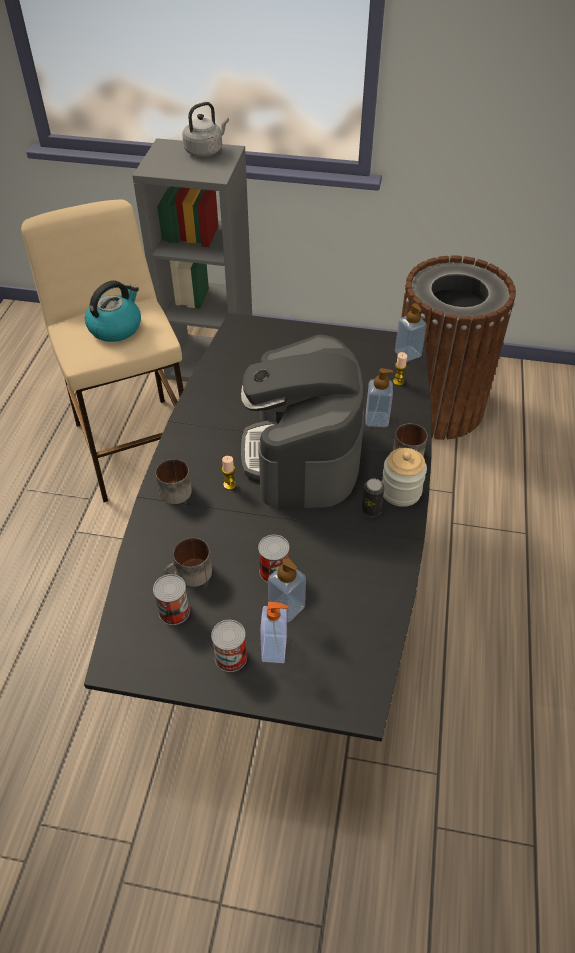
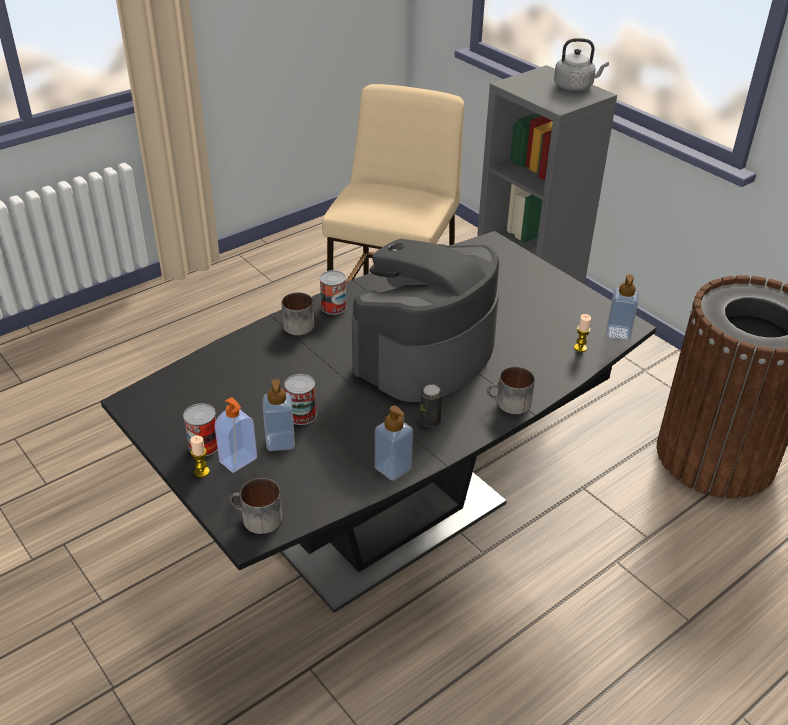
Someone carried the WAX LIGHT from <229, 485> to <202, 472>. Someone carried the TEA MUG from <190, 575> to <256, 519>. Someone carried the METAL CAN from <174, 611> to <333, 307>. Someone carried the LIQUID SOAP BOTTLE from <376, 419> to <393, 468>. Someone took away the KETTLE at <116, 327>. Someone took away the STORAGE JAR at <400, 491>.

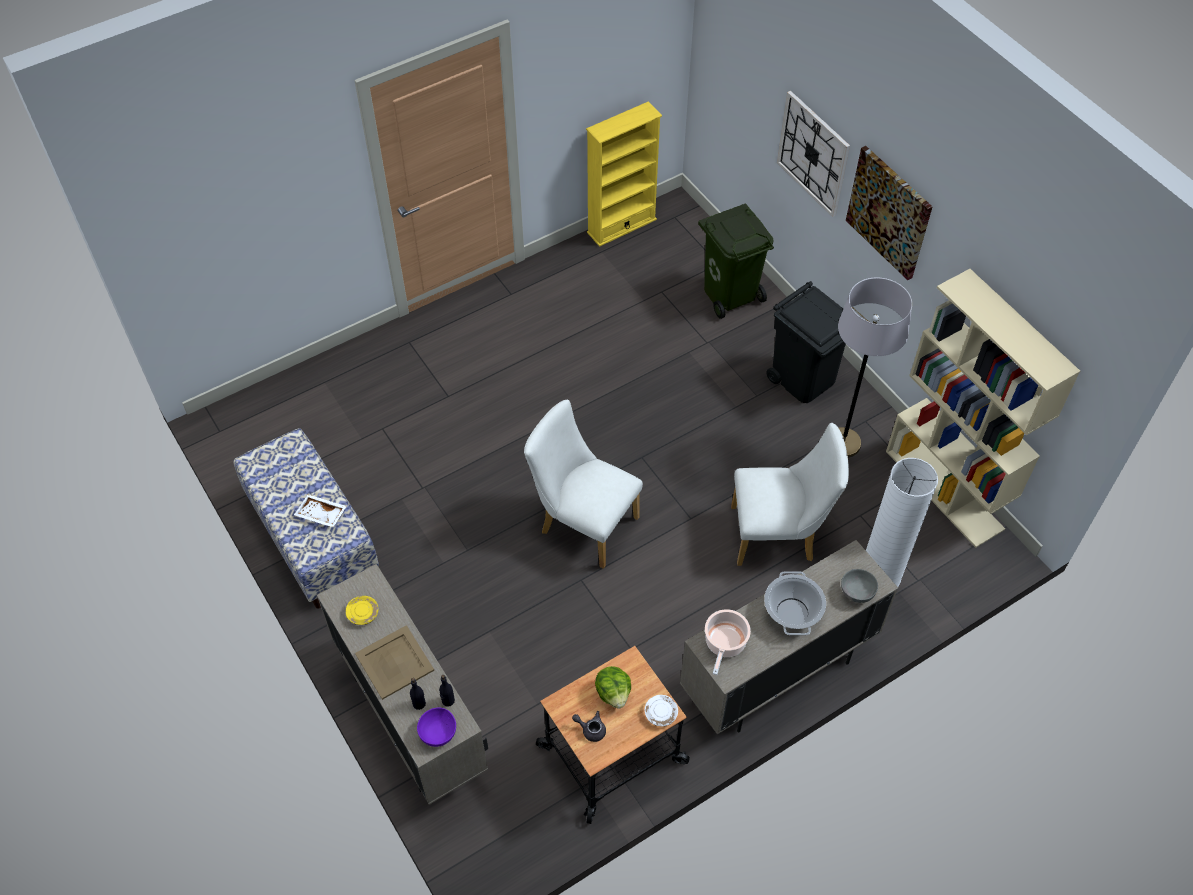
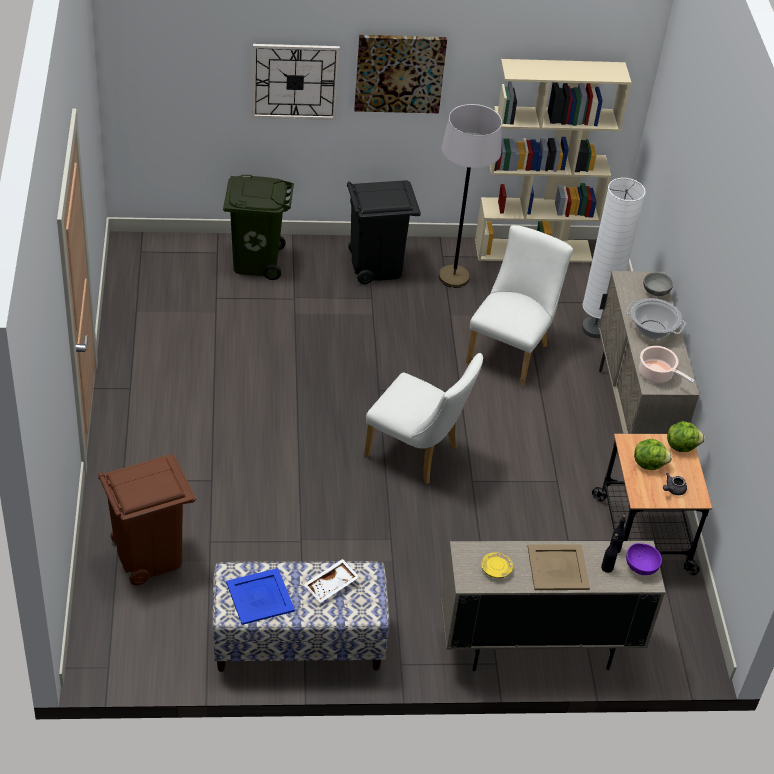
Someone put down the BROWN TRASH CAN at <149, 555>. Someone put down the BLUISH TRAY at <259, 596>. Someone rotated the WHITISH PLAIN CHAIR at <583, 523> by 120 degrees counterclockwise. Someone swapped the WHITISH FLAT DISH at <661, 713> for the LETTUCE at <681, 445>. Someone took away the YELLOW-COLOURED BOOKSHELF at <621, 226>.

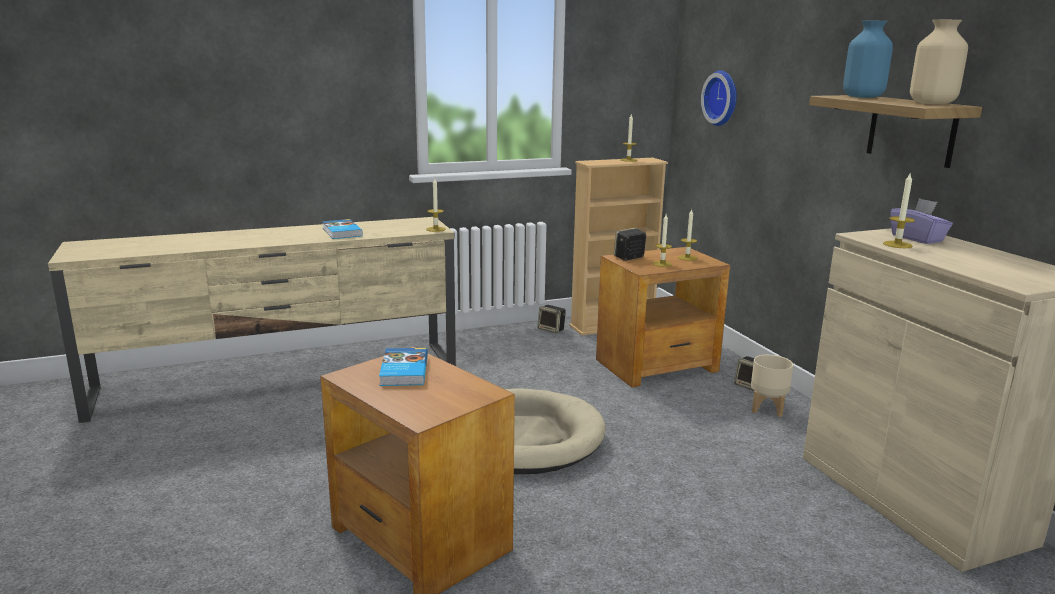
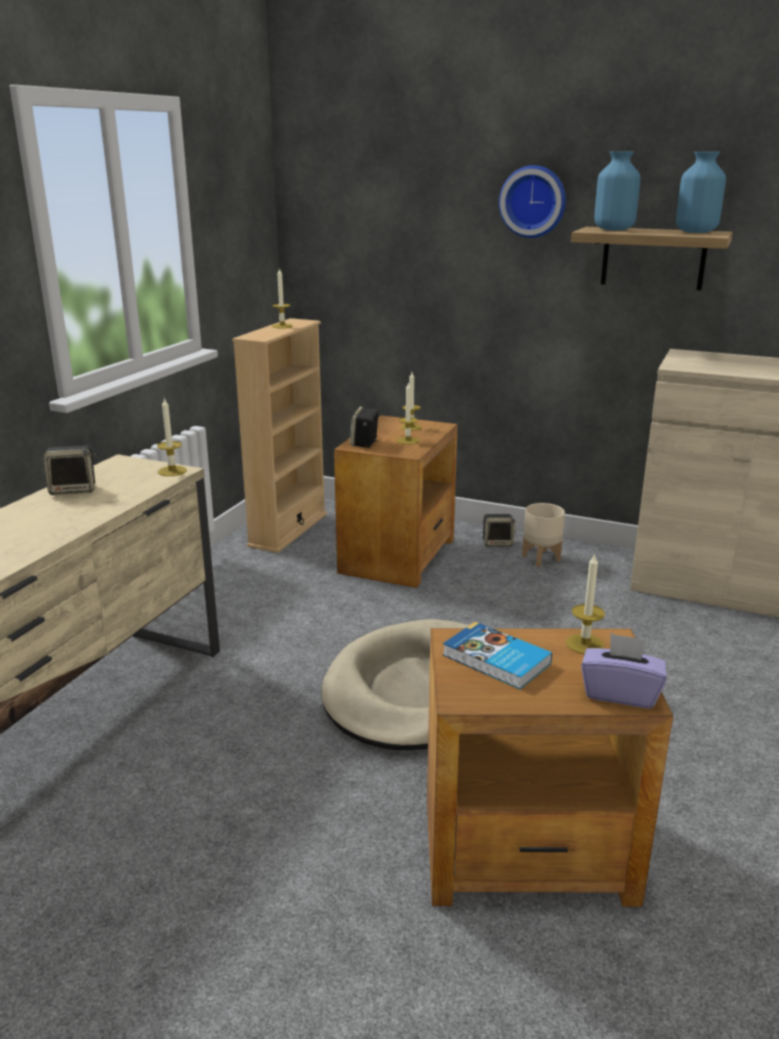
Someone carried the SPEAKER from <552, 329> to <74, 490>. Someone carried the CLOCK ON THE WALL from <723, 98> to <533, 201>. Someone carried the WAX LIGHT from <897, 244> to <584, 644>. Someone carried the PURPLE TISSUE BOX from <917, 238> to <620, 693>. Someone repainted the BEIGE VASE at <932, 103>, which became the BLUISH VASE at <695, 232>. Someone took away the BOUND BOOK at <341, 232>.

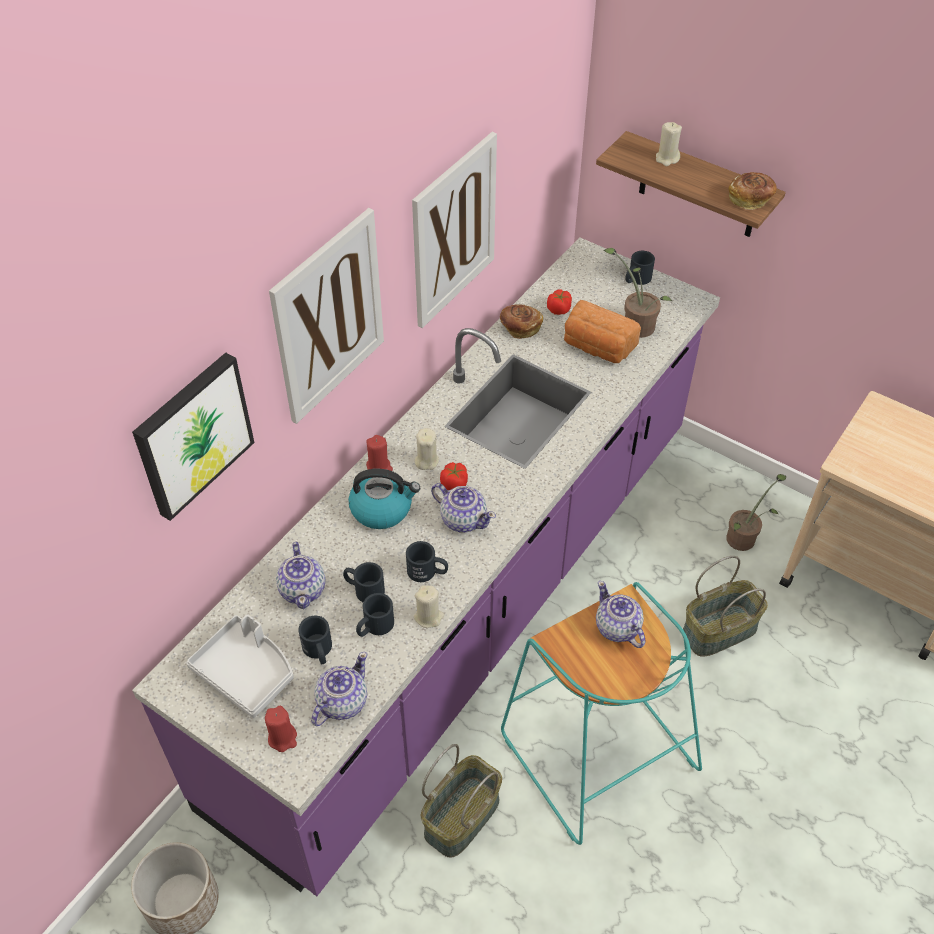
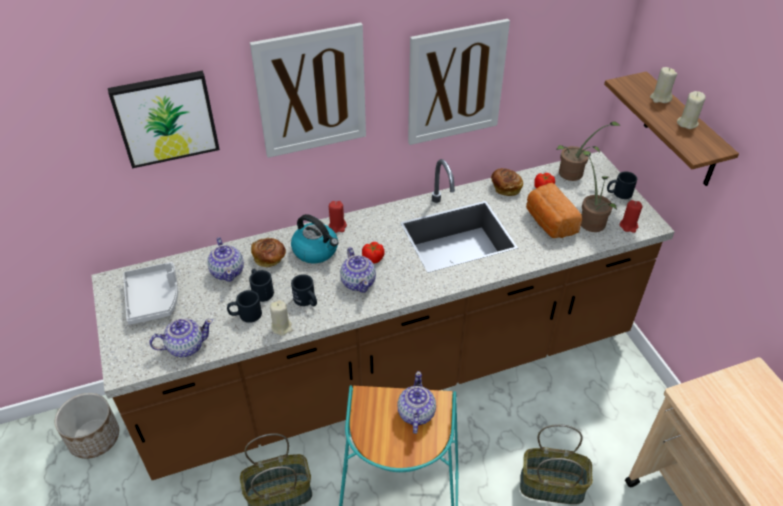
Someone repainted the PURPLE KITCHEN BASE UNIT at <467, 606>, which became the BROWN KITCHEN BASE UNIT at <391, 369>. Someone rotated the TEAPOT at <303, 589> by 45 degrees counterclockwise. Someone carried the BAKED BREAD from <750, 199> to <270, 258>. Someone carried the HOUSEPLANT from <744, 537> to <574, 173>. Someone carried the RED WAX LIGHT from <283, 738> to <628, 226>. Someone carried the BEIGE WAX LIGHT from <426, 461> to <687, 123>. Someone took away the BLACKISH TEA MUG at <319, 651>.

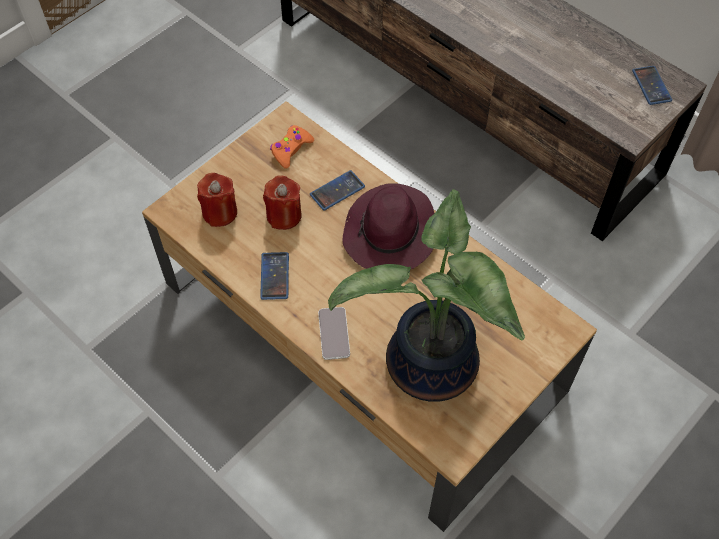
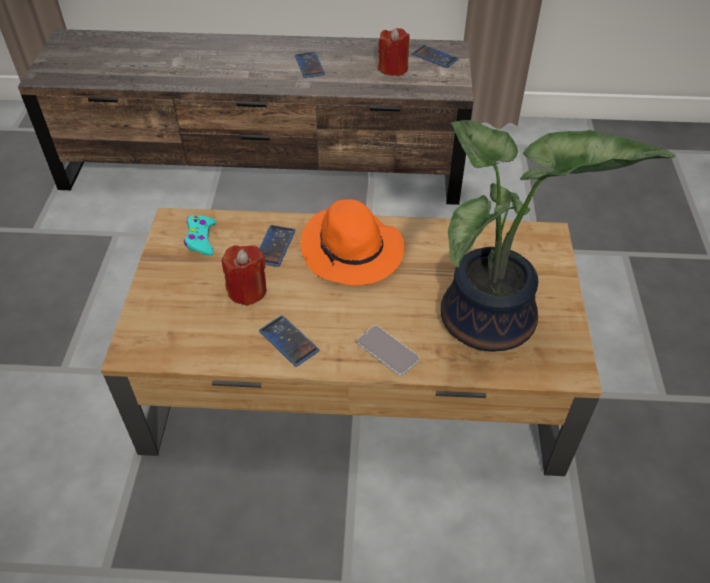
Someone repainted the ORANGE GAMEPAD at <291, 150>, which became the TURQUOISE-COLOURED GAMEPAD at <201, 239>. Someone put down the HANDSET at <309, 65>. Someone repainted the PURPLE CLOTHING HAT at <390, 234>, which became the ORANGE CLOTHING HAT at <352, 251>. Someone carried the RED WAX LIGHT from <220, 212> to <393, 68>.

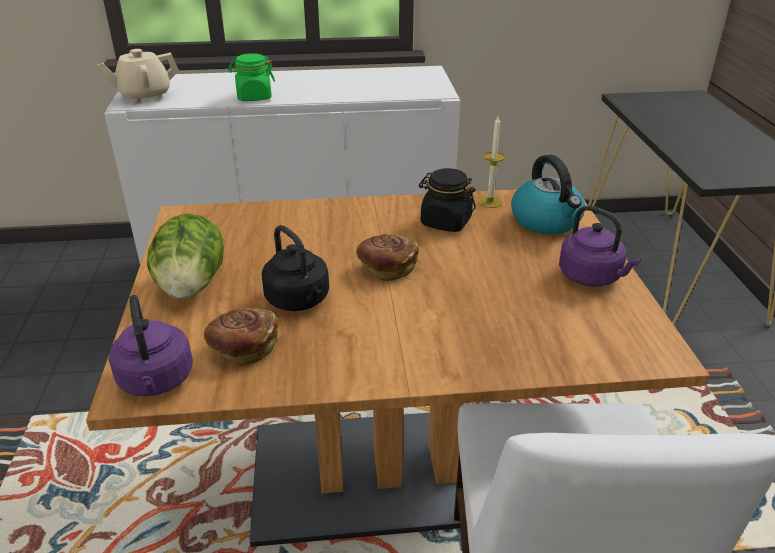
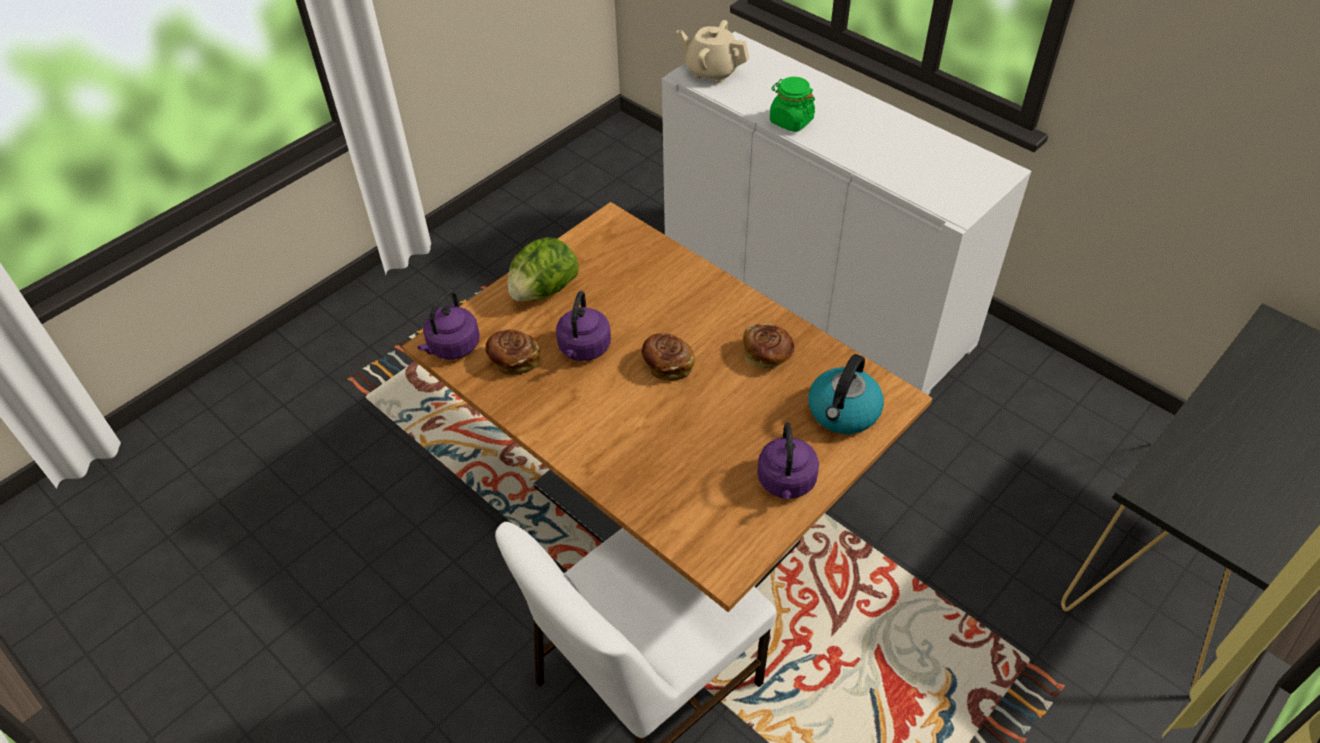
Someone repainted the BLACKISH KETTLE at <299, 301>, which became the PURPLE KETTLE at <583, 349>. Someone swapped the BLACKISH STORAGE JAR at <445, 222> for the BAKED BREAD at <767, 355>. Someone took away the WAX LIGHT at <490, 202>.

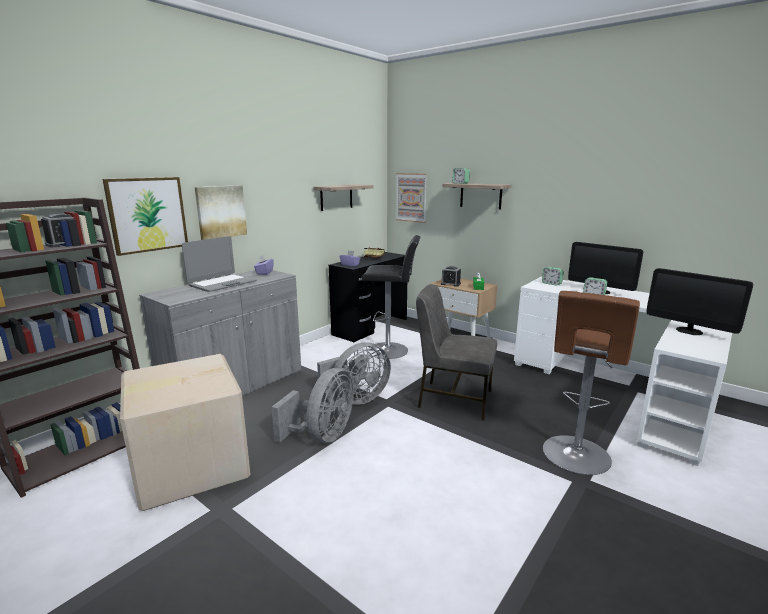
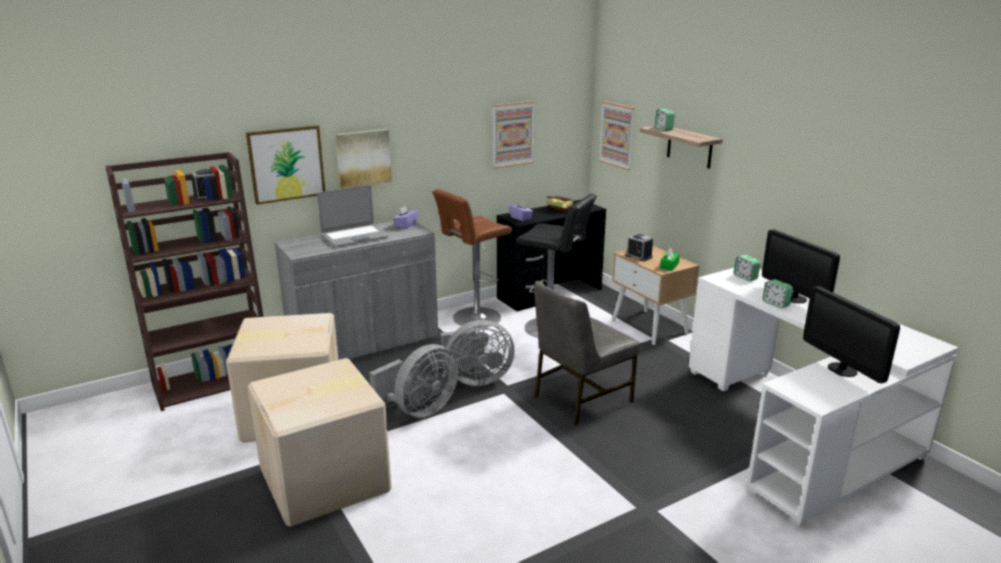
Someone put down the CARTON at <327, 481>. Someone carried the BROWN SITTING STOOL from <575, 457> to <474, 318>. Someone swapped the SHELF at <336, 197> for the PICTURE at <512, 134>. Someone rotated the GRAY PLAIN CHAIR at <453, 399> by 75 degrees counterclockwise.

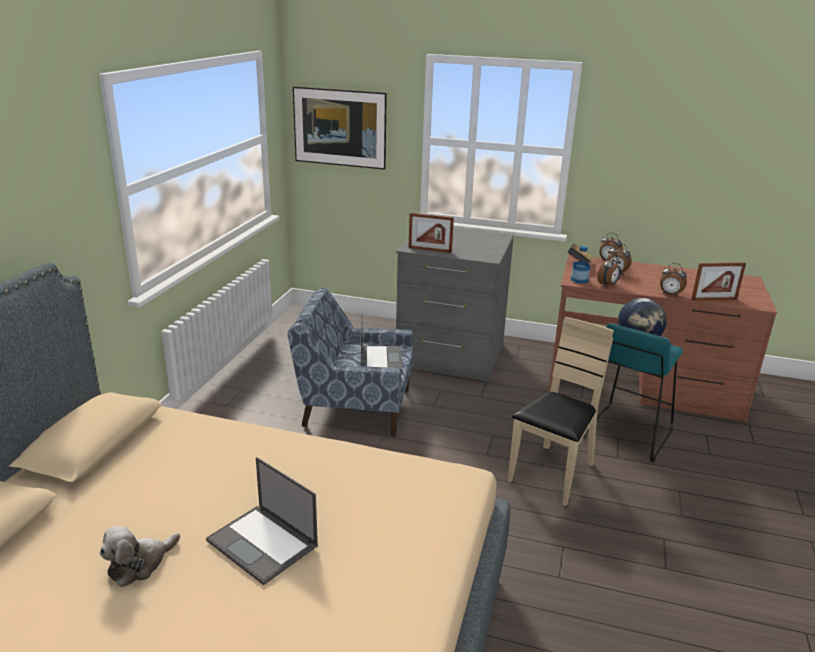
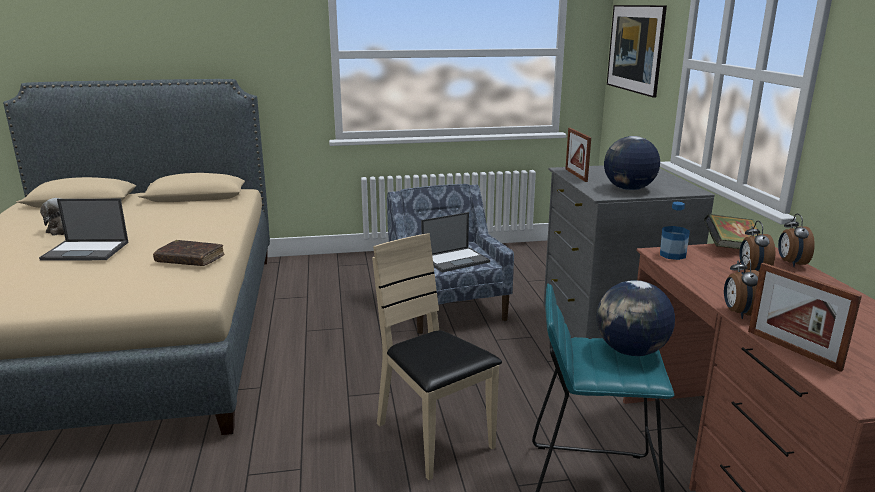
Someone rotated the PORTABLE COMPUTER at <263, 544> by 105 degrees counterclockwise. Someone put down the BROWN BOUND BOOK at <190, 260>. Someone rotated the BEIGE PLAIN CHAIR at <552, 474> by 135 degrees counterclockwise. Someone put down the WORLD GLOBE at <628, 189>. Someone took away the TABLE CLOCK at <608, 285>.

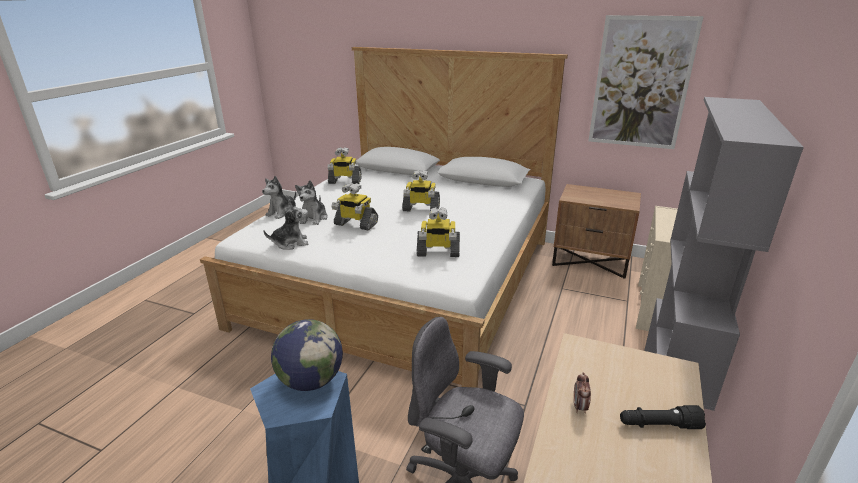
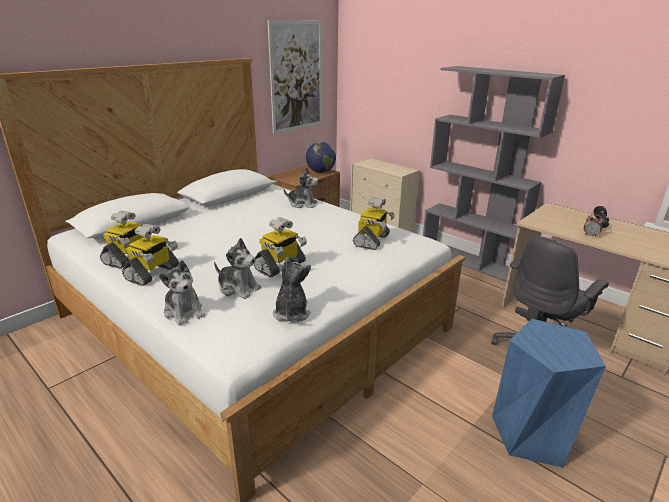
Someone carried the MODEL ROBOT from <421, 209> to <153, 273>. Someone put down the CUDDLY TOY at <302, 204>. Someone carried the WORLD GLOBE from <311, 381> to <320, 172>.

